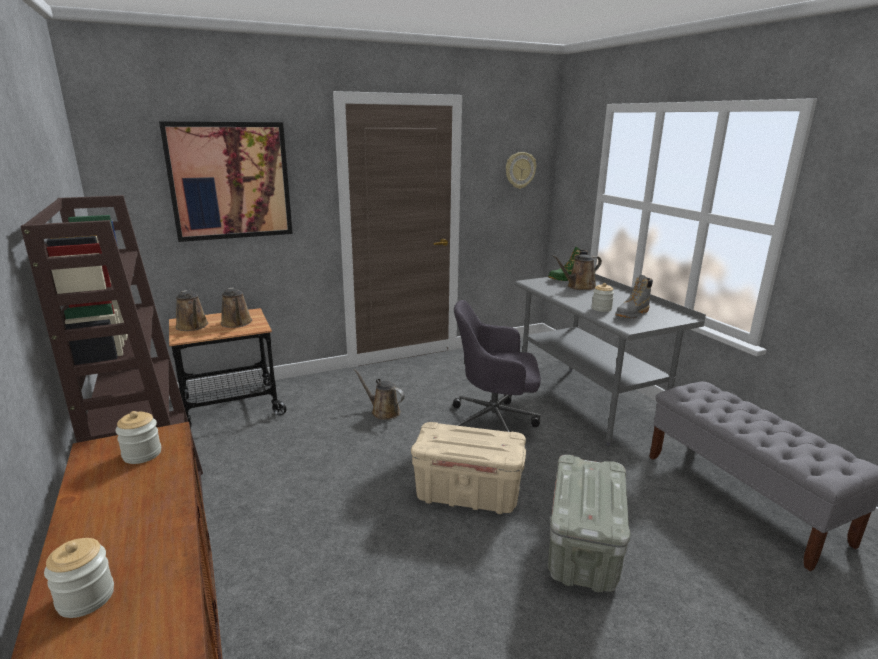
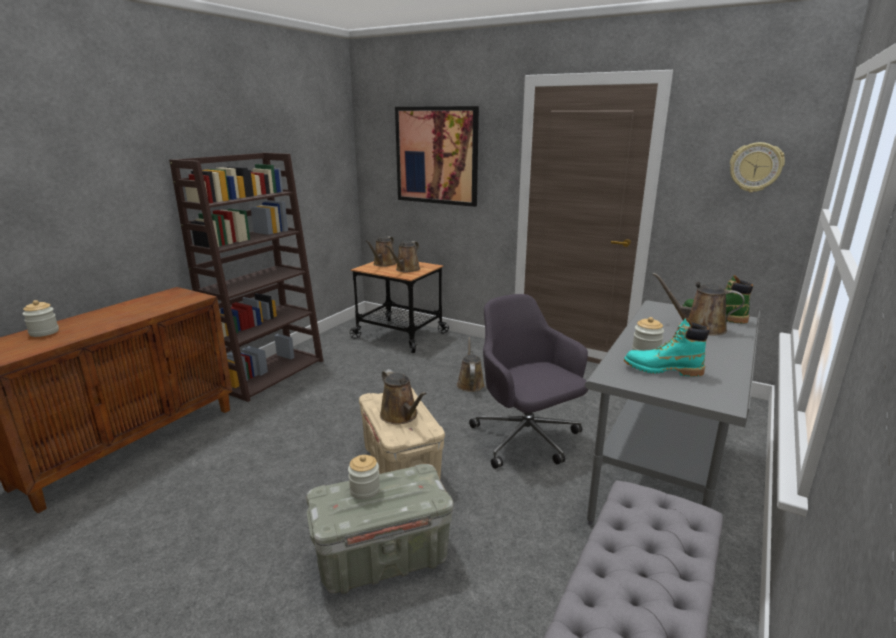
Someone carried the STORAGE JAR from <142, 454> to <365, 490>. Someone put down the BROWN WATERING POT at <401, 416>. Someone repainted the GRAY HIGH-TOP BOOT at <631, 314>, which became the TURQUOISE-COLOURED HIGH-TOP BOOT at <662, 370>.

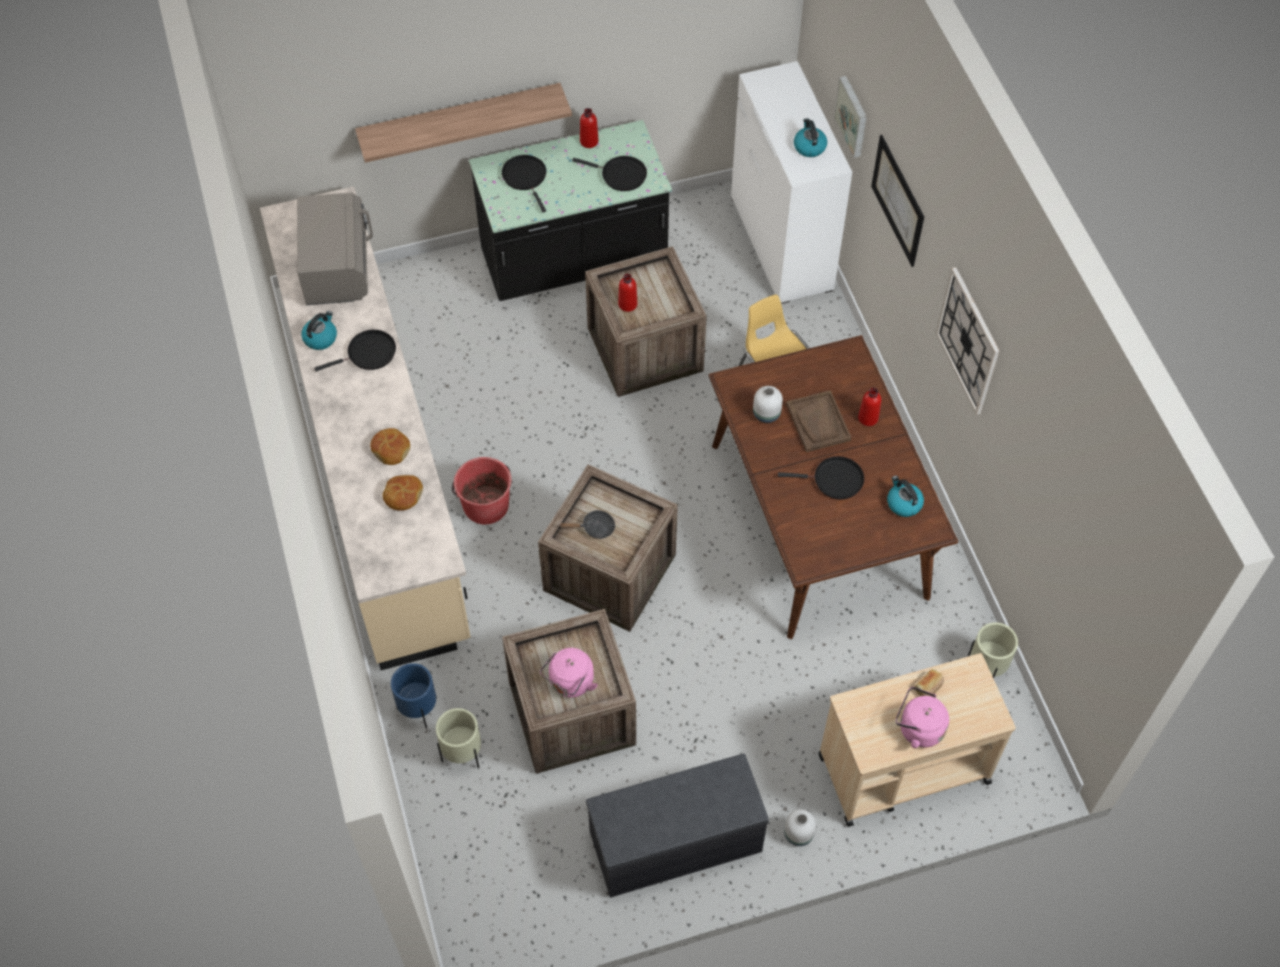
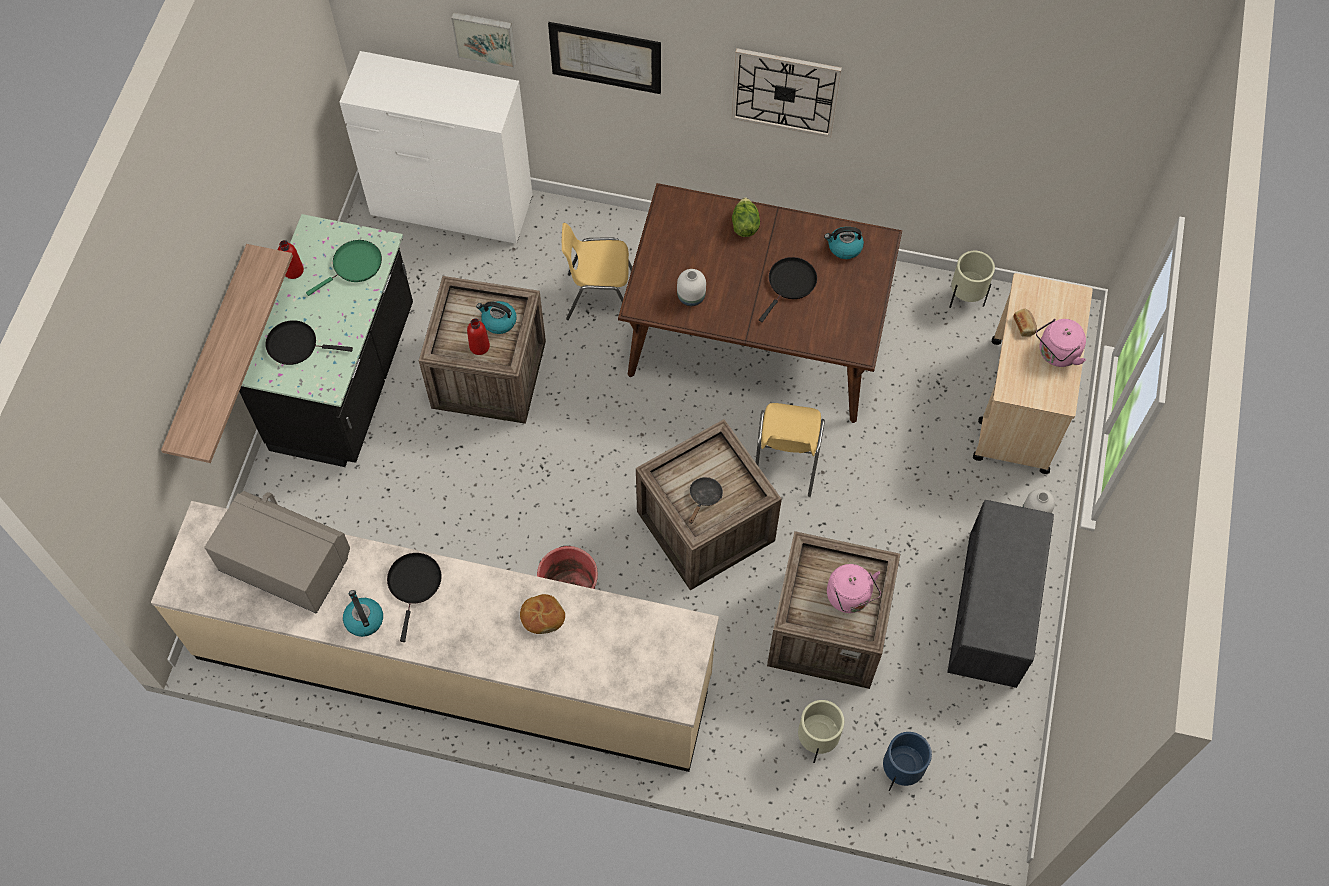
Someone repainted the BLACKISH PAN at <620, 175>, which became the GREENISH PAN at <355, 266>. Someone carried the KETTLE from <809, 146> to <498, 321>. Someone swapped the RED DRINK BOTTLE at <868, 418> for the LETTUCE at <744, 225>. Someone put down the YELLOW-COLOURED PLAIN CHAIR at <785, 462>. Someone carried the BLUISH PLANTER from <418, 710> to <900, 772>. Someone took away the BAKED BREAD at <403, 495>. Someone took away the BROWN TRAY at <818, 422>.

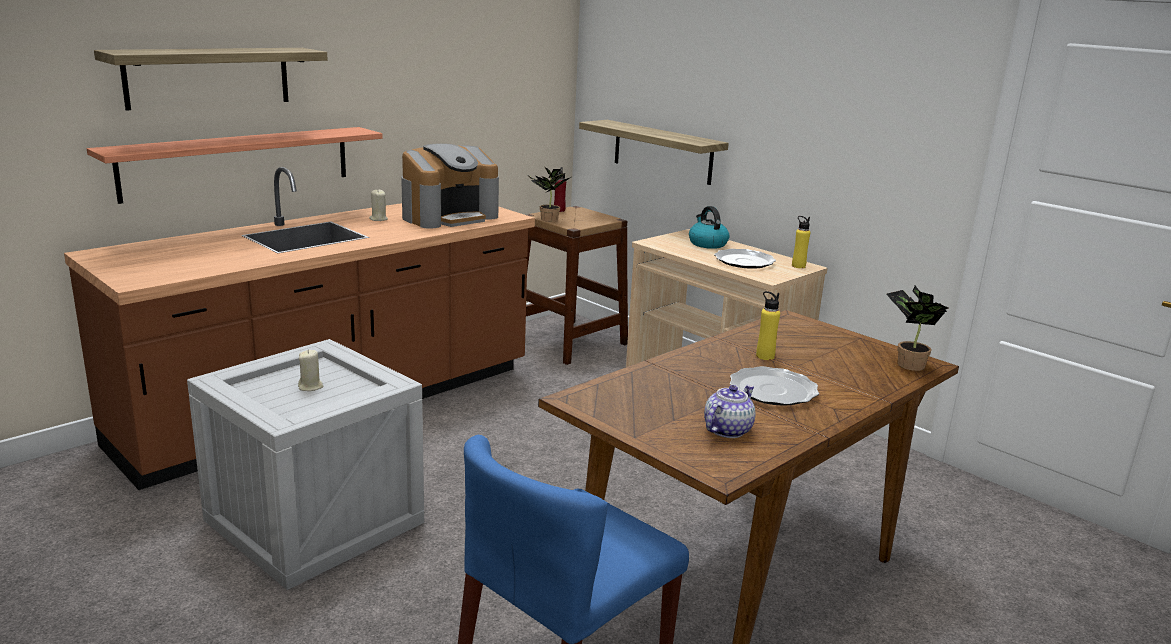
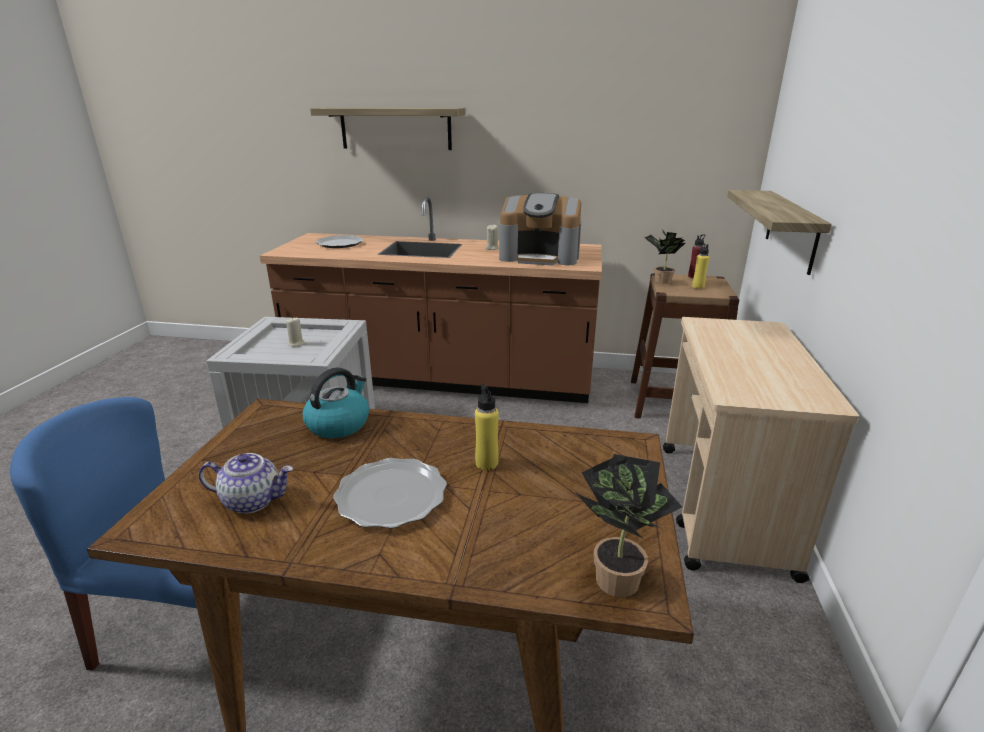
Someone carried the KETTLE from <707, 244> to <339, 424>. Someone carried the FLAT DISH from <744, 261> to <340, 243>. Someone carried the YELLOW-COLOURED DRINK BOTTLE from <798, 266> to <698, 286>. Someone took away the SHELF at <238, 162>.

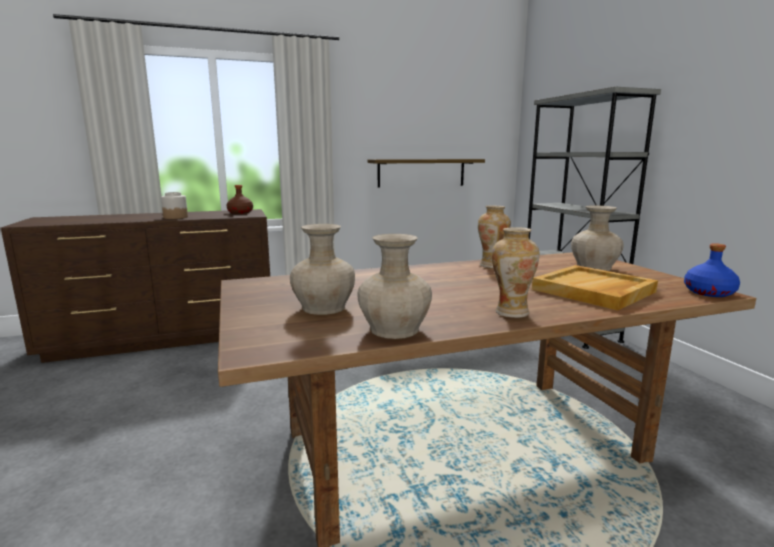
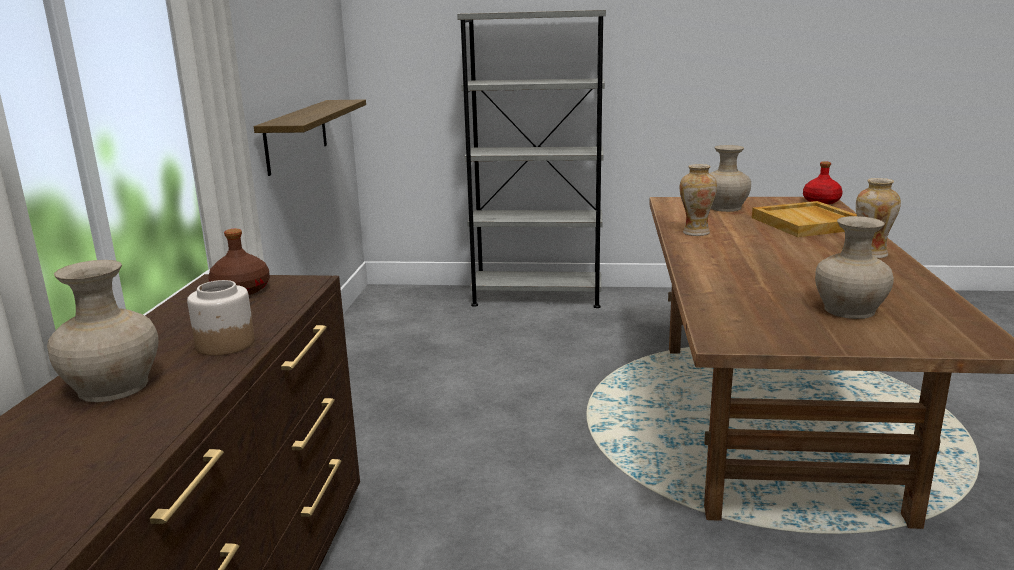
Someone carried the BEIGE VASE from <394, 329> to <112, 387>. Someone repainted the BLUISH DRINK BOTTLE at <709, 293>, which became the RED DRINK BOTTLE at <821, 201>.

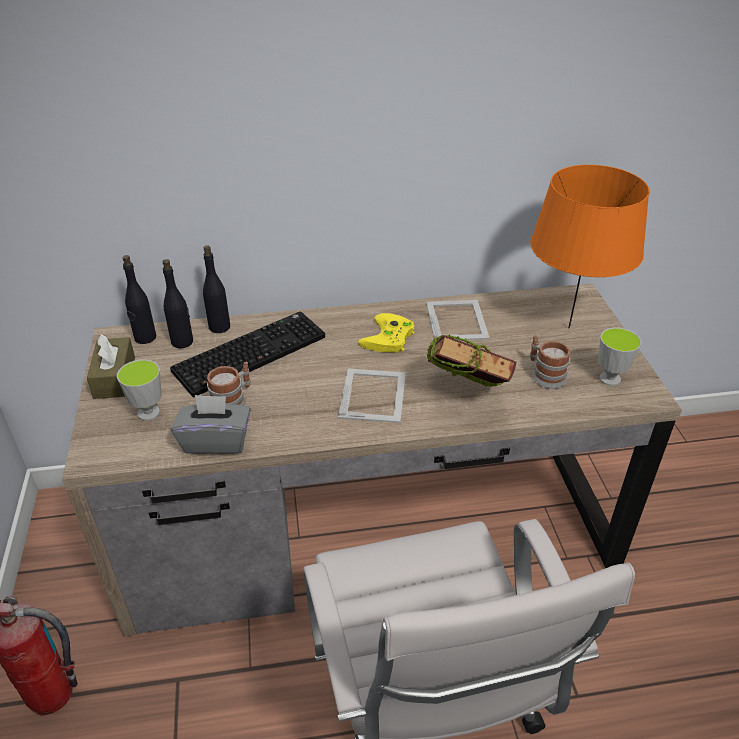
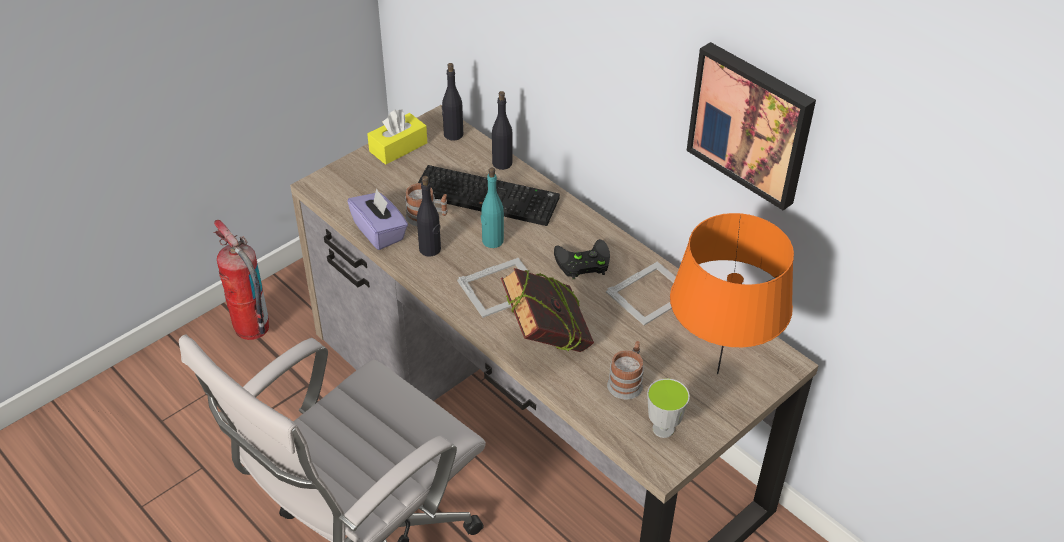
Someone repainted the GRAY TISSUE BOX at <216, 441>, which became the PURPLE TISSUE BOX at <380, 232>. Someone repainted the BROWN TISSUE BOX at <114, 377>, which became the YELLOW-COLOURED TISSUE BOX at <398, 147>. Someone carried the BLACKISH DRINK BOTTLE from <182, 342> to <430, 249>. Someone put down the TURQUOISE-COLOURED DRINK BOTTLE at <492, 241>. Someone repainted the YELLOW-COLOURED GAMEPAD at <389, 338>, which became the BLACKISH GAMEPAD at <581, 263>. Someone put up the PICTURE at <752, 123>. Someone took away the CUP at <148, 413>.

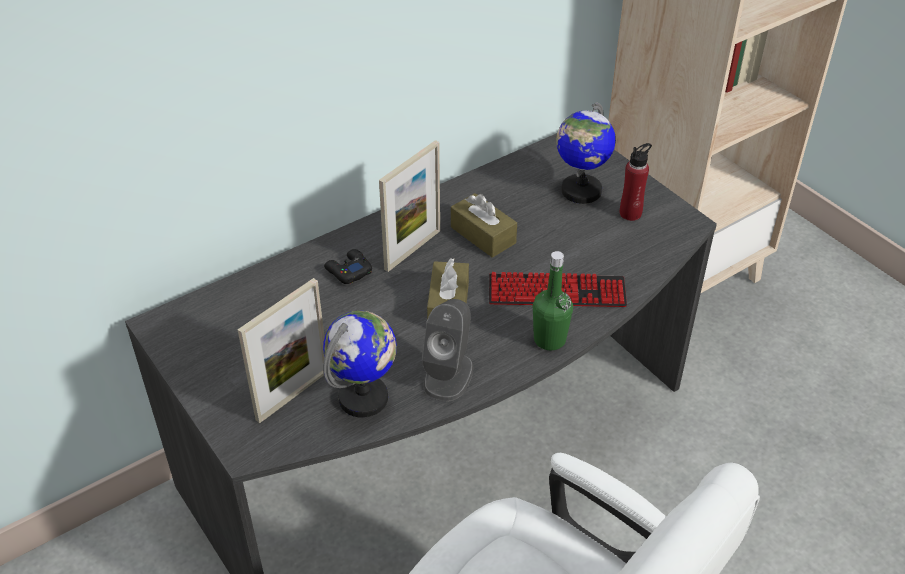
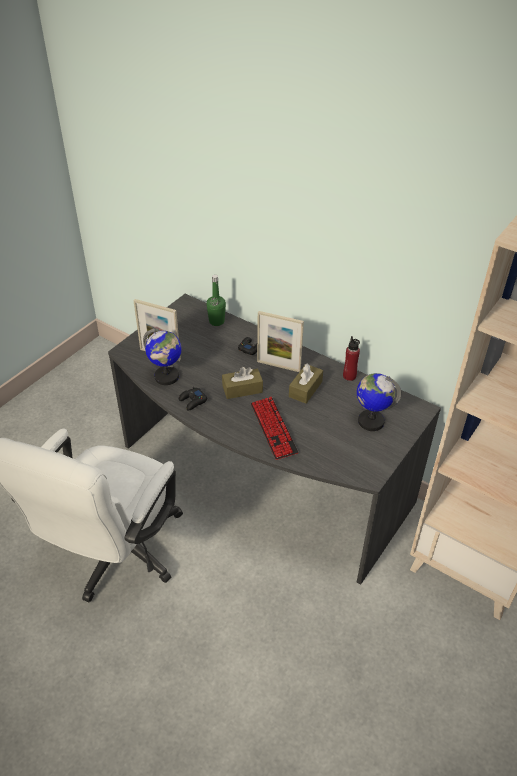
Someone swapped the GRAY SPEAKER at <448, 375> for the BLACKISH GAMEPAD at <193, 401>. Someone carried the GREENISH DRINK BOTTLE from <549, 339> to <216, 321>. Someone carried the RED DRINK BOTTLE from <630, 213> to <349, 376>.

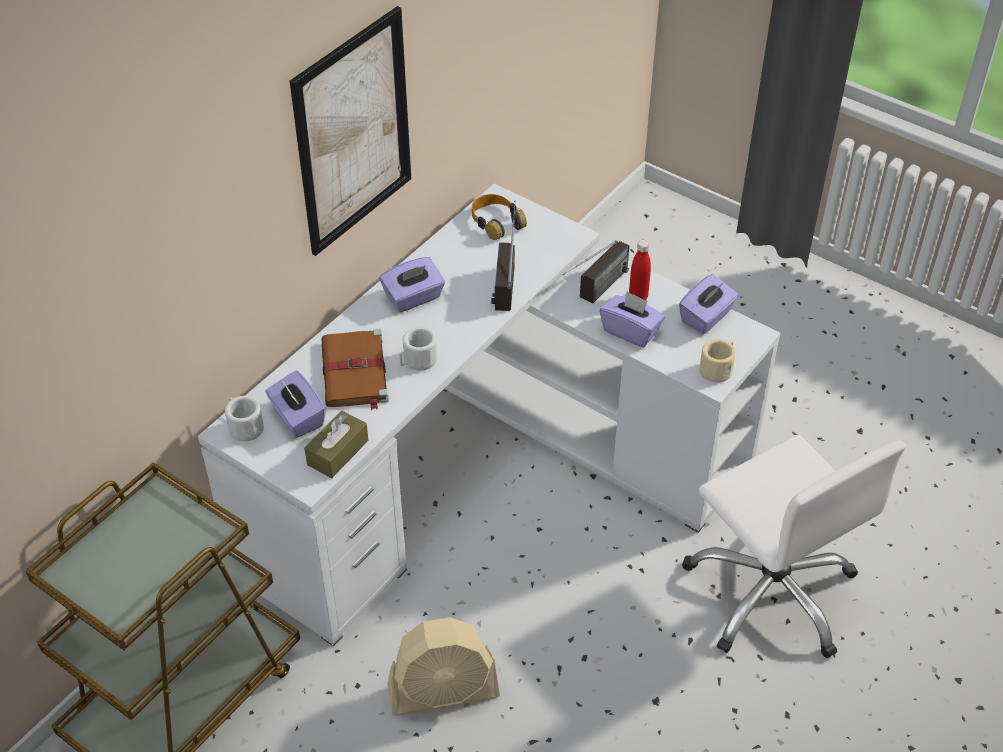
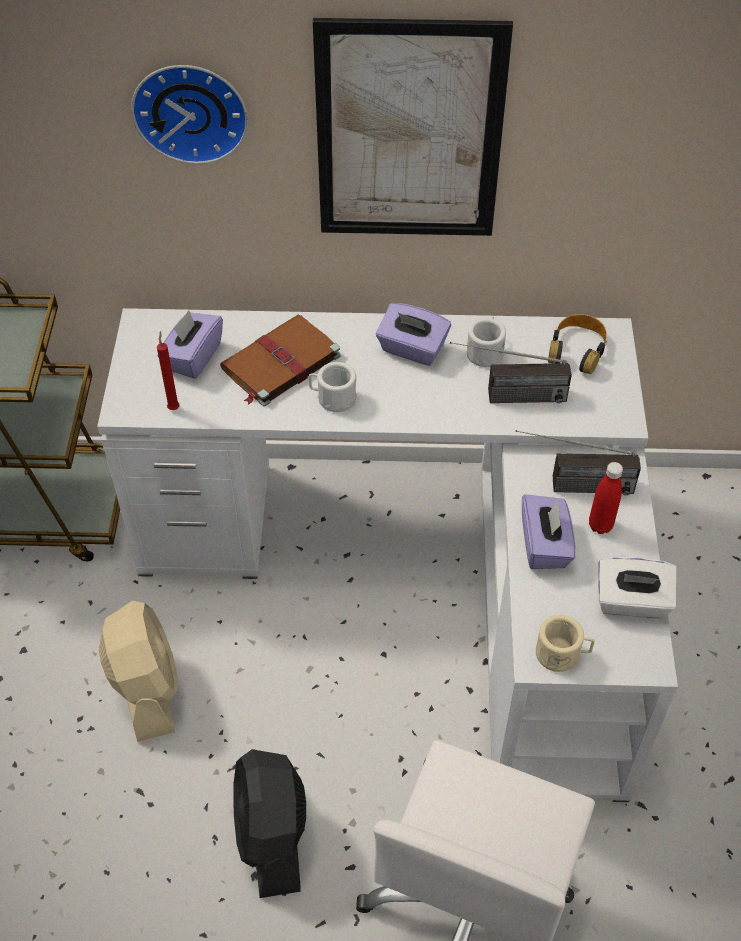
Someone rotated the BEIGE COOLING FAN at <444, 692> by 150 degrees counterclockwise. Someone put up the CLOCK ON THE WALL at <191, 110>. Someone swapped the BROWN TISSUE BOX at <337, 452> for the RED WAX LIGHT at <174, 407>. Someone put down the BLACKISH COOLING FAN at <272, 835>. Someone rotated the RADIO SET at <503, 276> by 150 degrees counterclockwise. Someone carried the WHITISH TEA MUG from <244, 426> to <485, 351>. Someone repainted the PURPLE TISSUE BOX at <706, 317>, which became the WHITISH TISSUE BOX at <631, 602>.

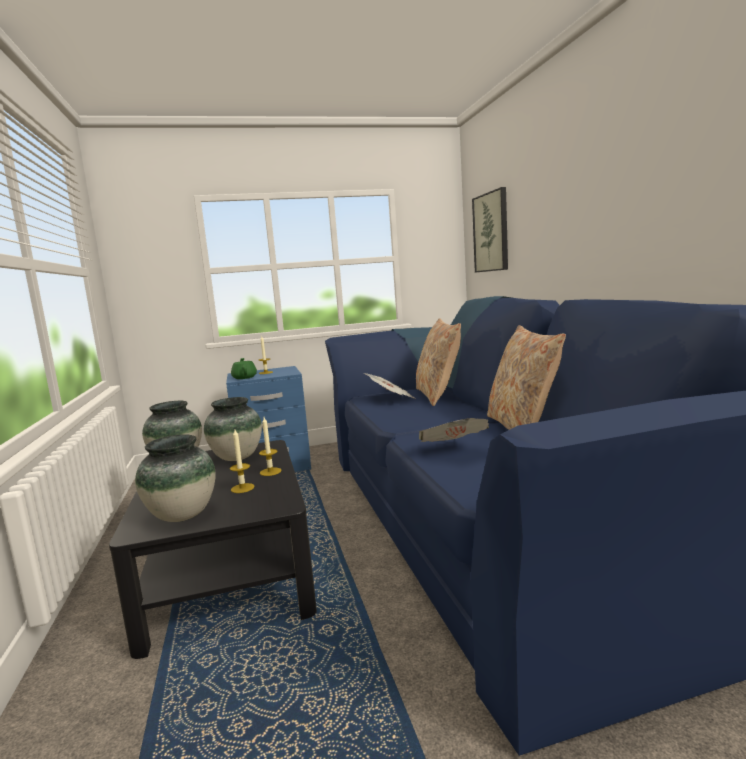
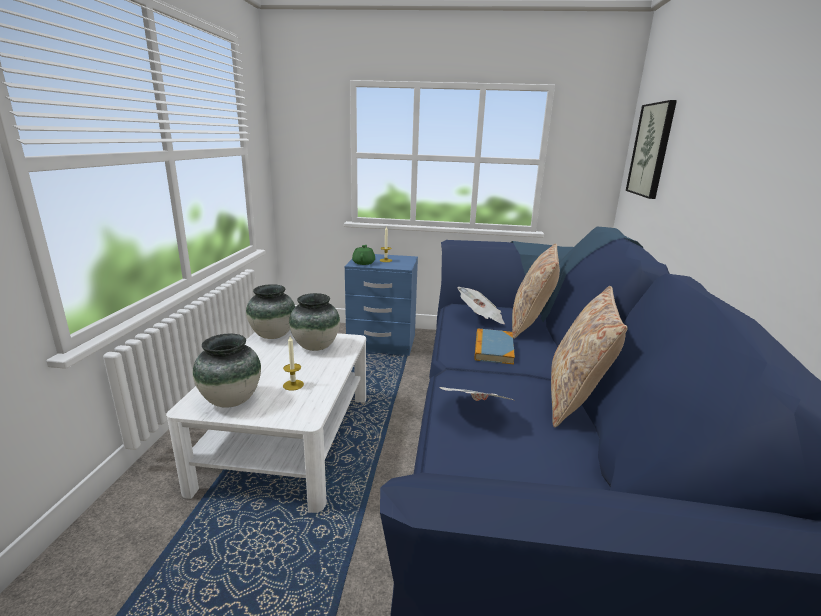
Someone repainted the BLACKISH LOUNGE TABLE at <230, 569>, which became the WHITISH LOUNGE TABLE at <288, 439>. Someone put down the BOUND BOOK at <493, 348>. Someone took away the WAX LIGHT at <270, 472>.

